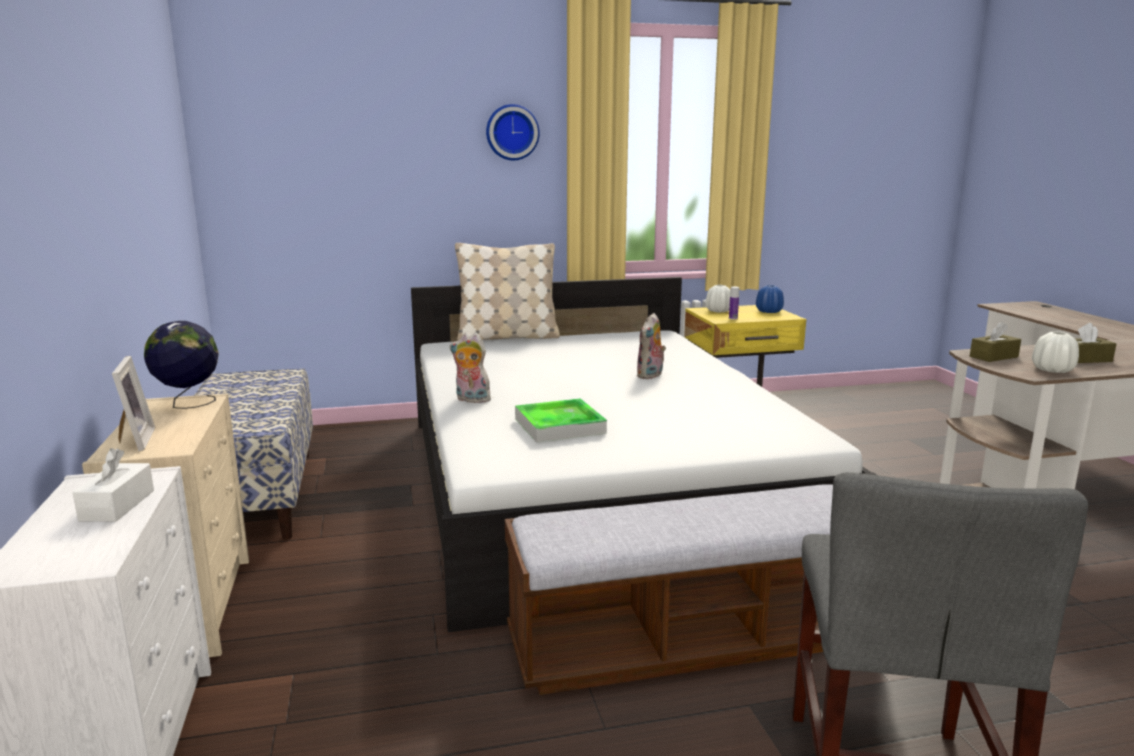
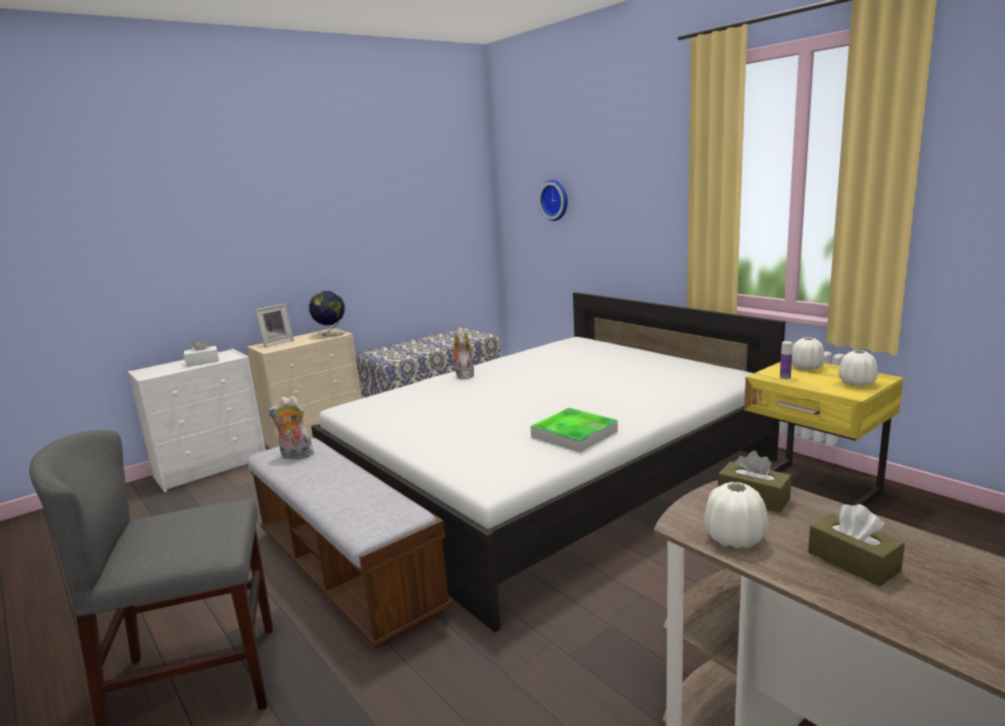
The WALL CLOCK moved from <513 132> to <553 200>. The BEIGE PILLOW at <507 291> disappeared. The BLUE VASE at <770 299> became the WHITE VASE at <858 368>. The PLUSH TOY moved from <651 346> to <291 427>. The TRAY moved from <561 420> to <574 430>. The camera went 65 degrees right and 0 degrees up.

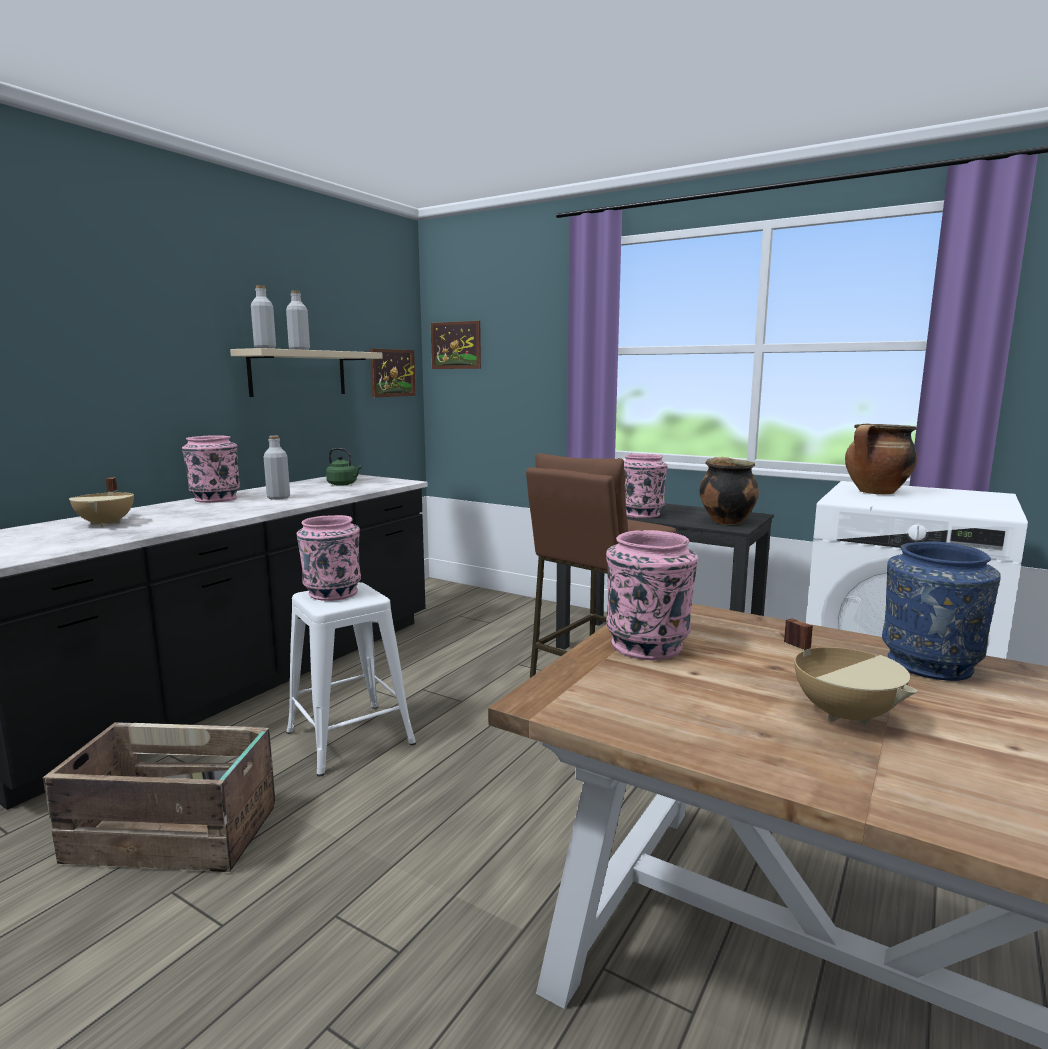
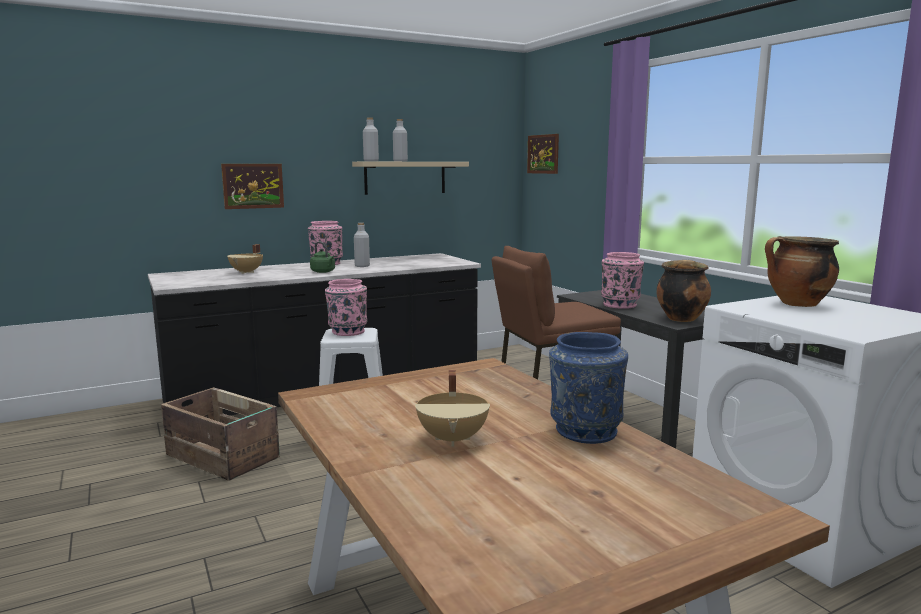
The PICTURE moved from <393 373> to <252 186>. The GREEN KETTLE moved from <344 467> to <322 257>. The PINK VASE at <652 595> disappeared. The camera went 30 degrees right and 0 degrees up.

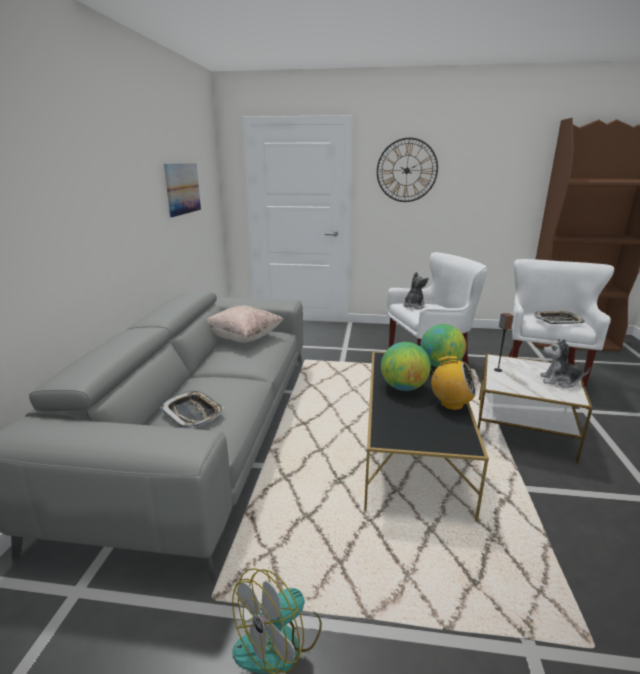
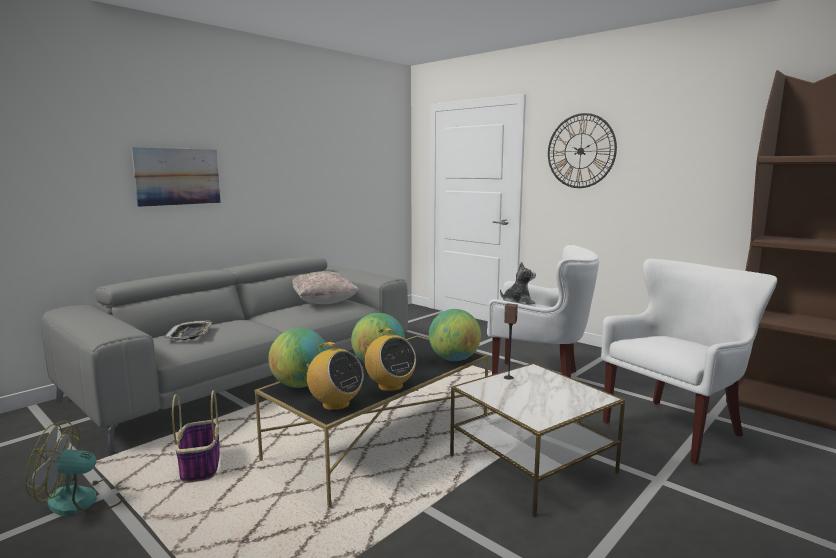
The PICTURE moved from <182 190> to <176 177>. The TRAY at <559 317> disappeared. The PLUSH TOY at <565 363> disappeared. The GLOBE at <298 358> appeared. The RADIO at <333 376> appeared. The BASKET at <196 436> appeared. The camera went 35 degrees right and 10 degrees down.

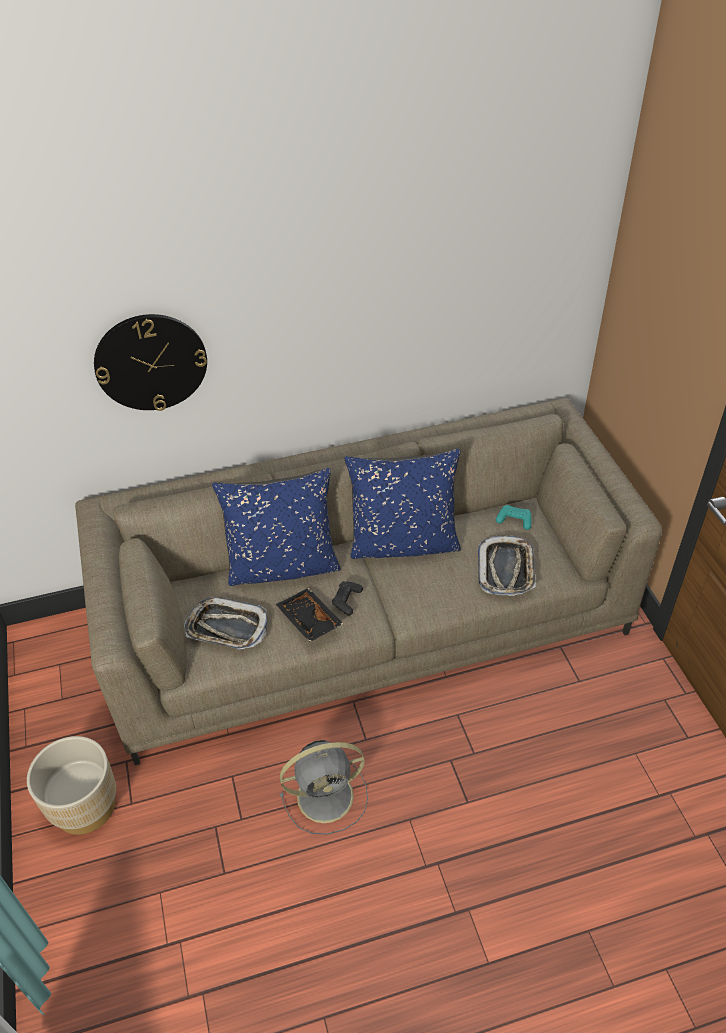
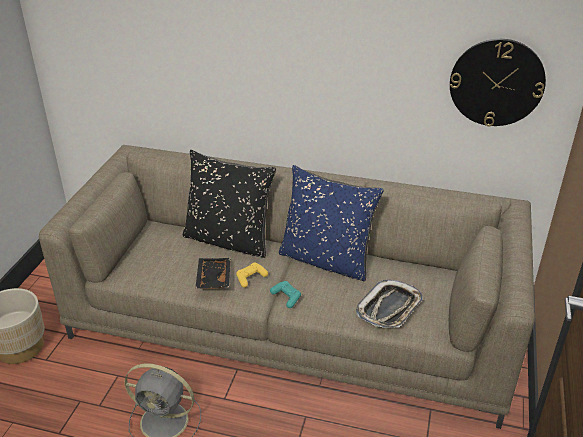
The WALL CLOCK moved from <150 362> to <498 82>. The BLUE PILLOW at <276 527> became the BLACK PILLOW at <229 204>. The TURQUOISE GAME CONTROLLER moved from <514 517> to <285 294>. The BLACK GAME CONTROLLER at <347 598> became the YELLOW GAME CONTROLLER at <252 275>. The TRAY at <225 623> disappeared. The camera went 30 degrees right and 10 degrees down.

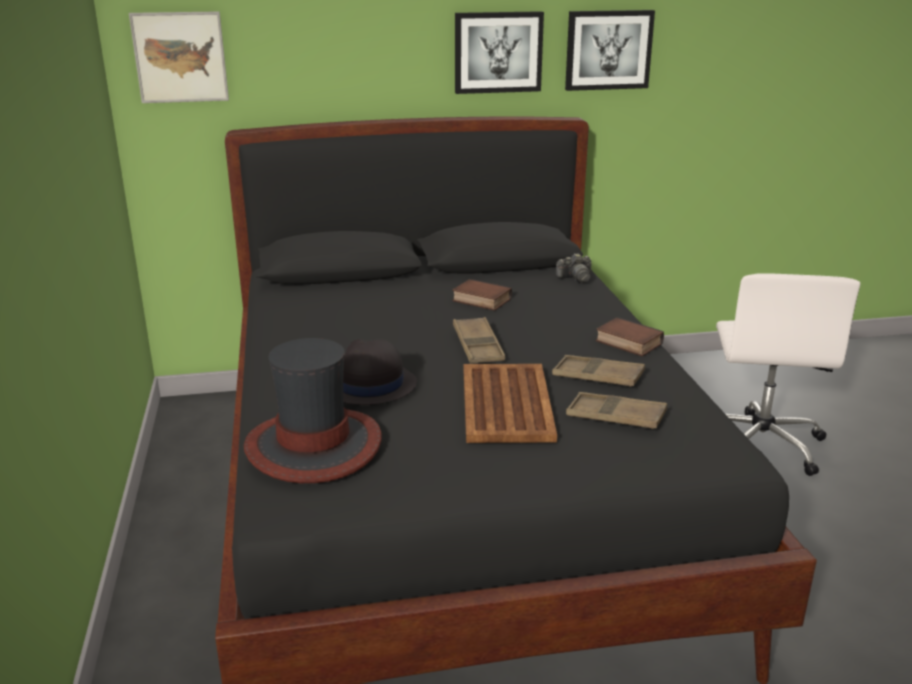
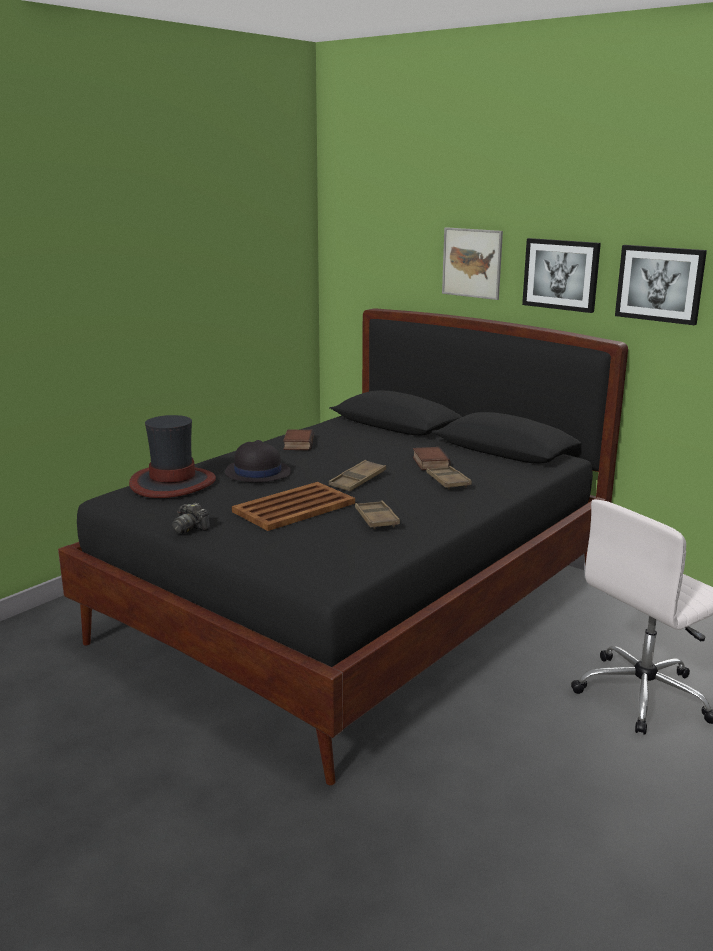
The PICTURE moved from <179 57> to <472 263>. The PHOTO CAMERA moved from <574 268> to <191 518>. The BOOK moved from <630 336> to <298 440>. The BROWN TRAY moved from <616 410> to <449 477>. The camera went 50 degrees right and 5 degrees down.

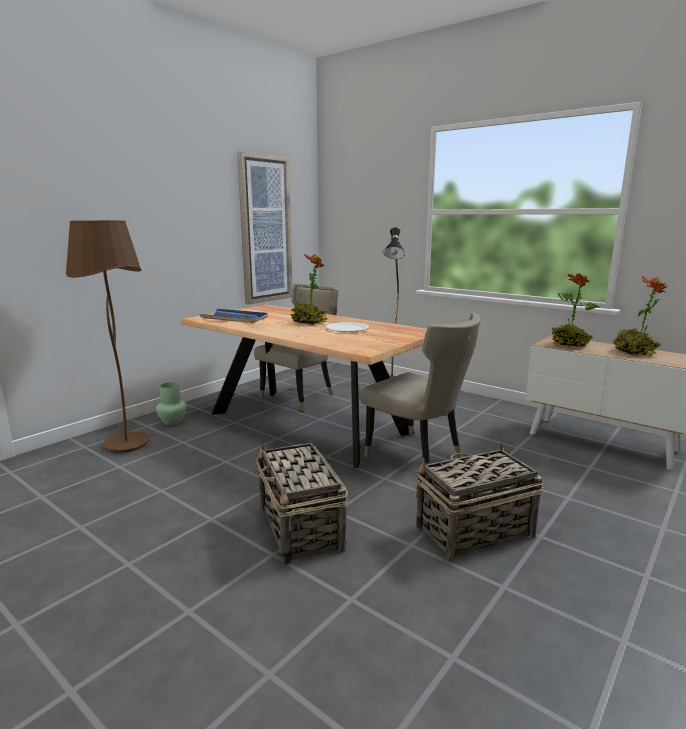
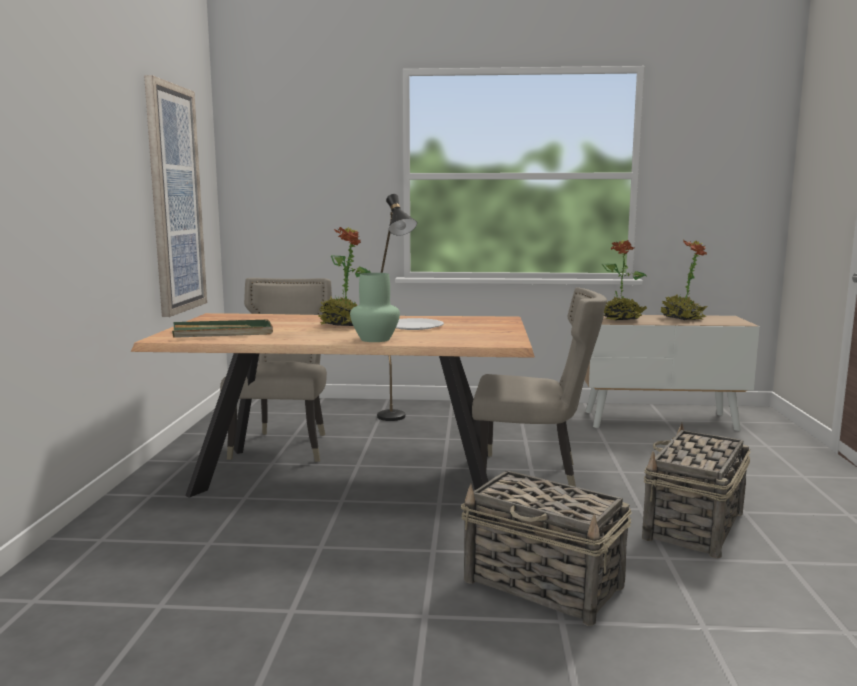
The BROWN FLOOR LAMP at <108 336> disappeared. The BLUE TRAY at <234 316> became the GREEN TRAY at <222 328>. The GREEN VASE moved from <171 403> to <375 307>. The camera went 35 degrees left and 5 degrees down.

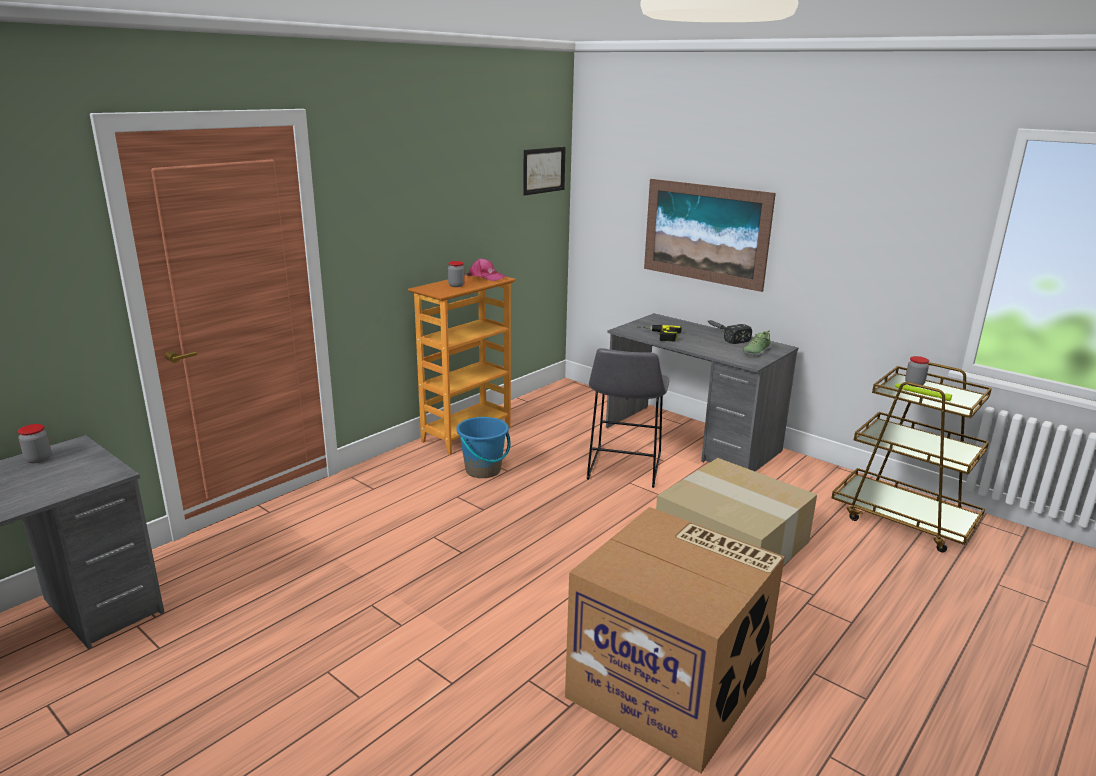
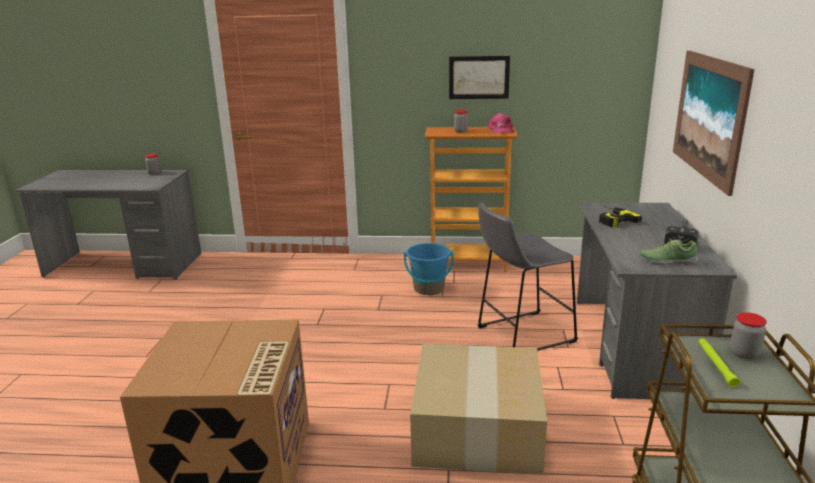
The PICTURE moved from <544 171> to <479 77>. The camera went 55 degrees right and 0 degrees up.

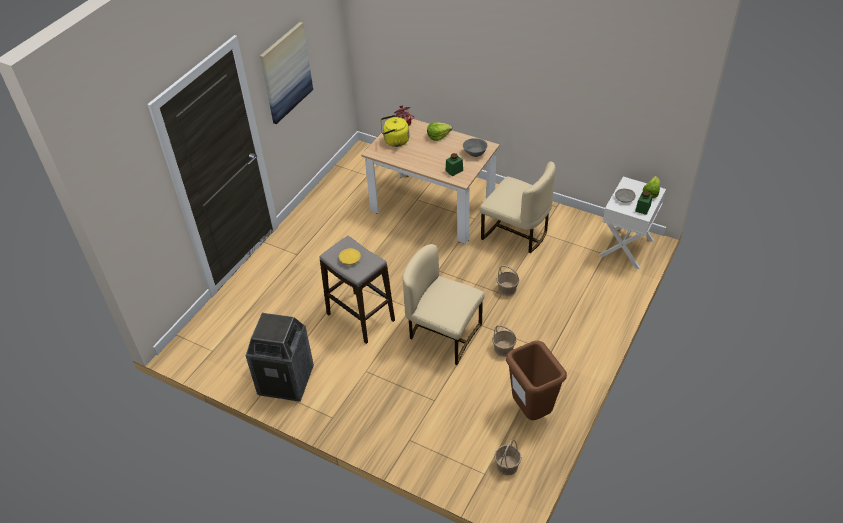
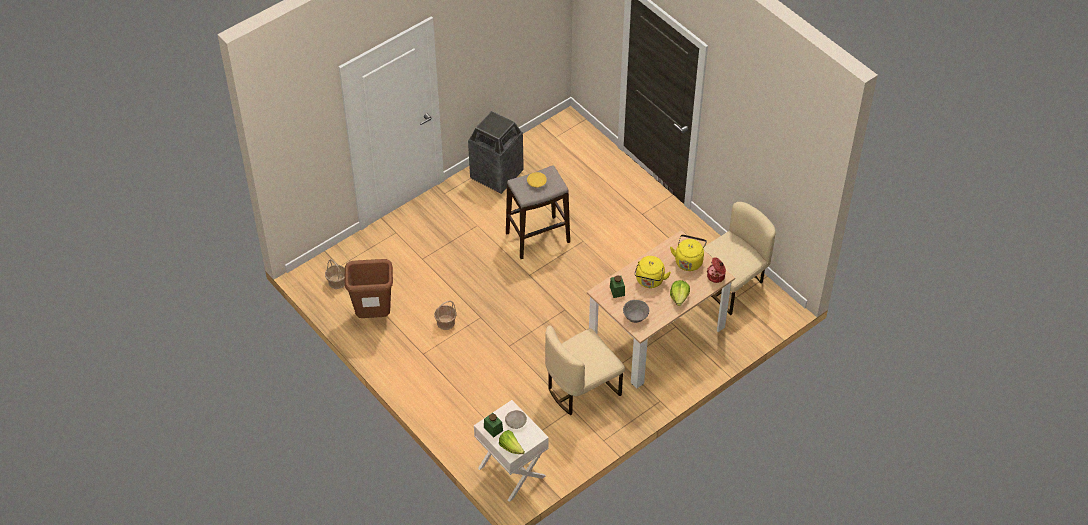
The PICTURE at <286 73> disappeared. The BEIGE CHAIR moved from <443 304> to <739 258>. The BASKET at <508 280> disappeared. The YELLOW KETTLE at <652 272> appeared. The camera went 110 degrees right and 5 degrees up.

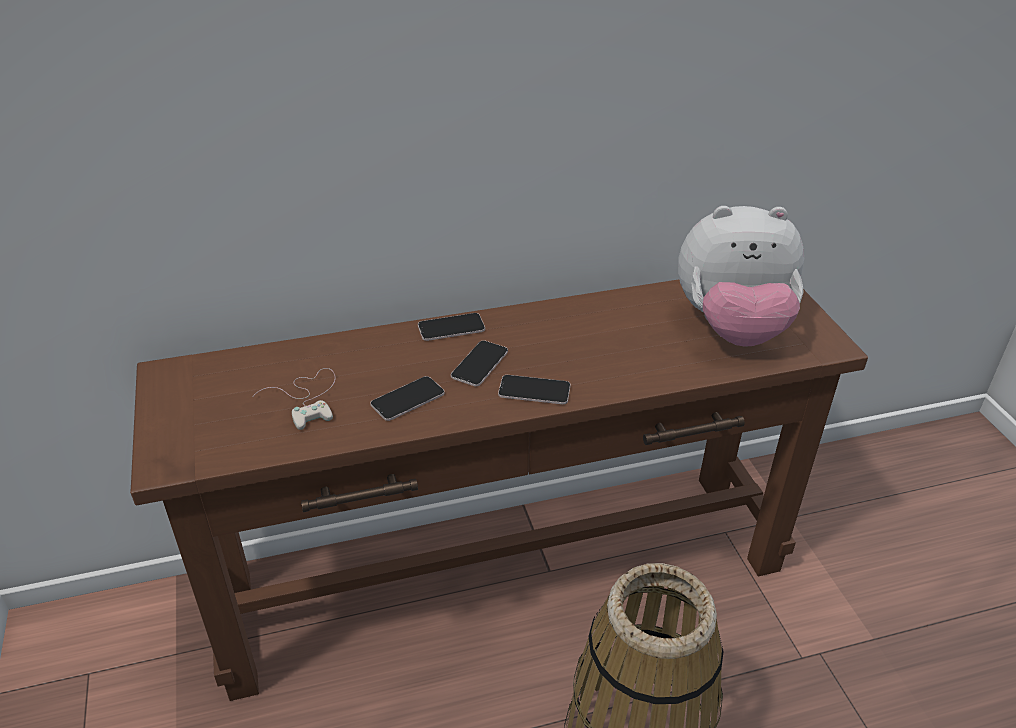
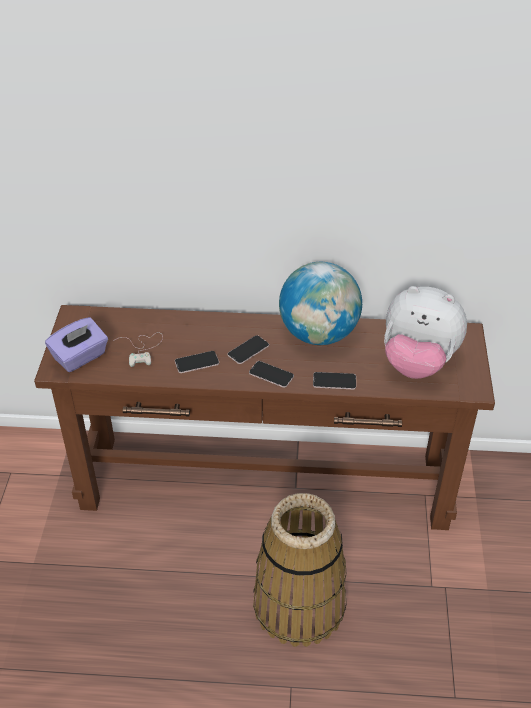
The PHONE moved from <451 327> to <334 380>. The GLOBE at <320 303> appeared. The PURPLE TISSUE BOX at <76 344> appeared. The camera went 20 degrees right and 5 degrees up.

